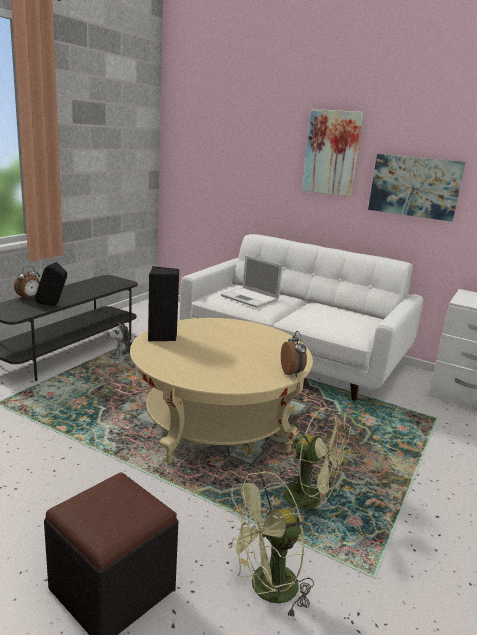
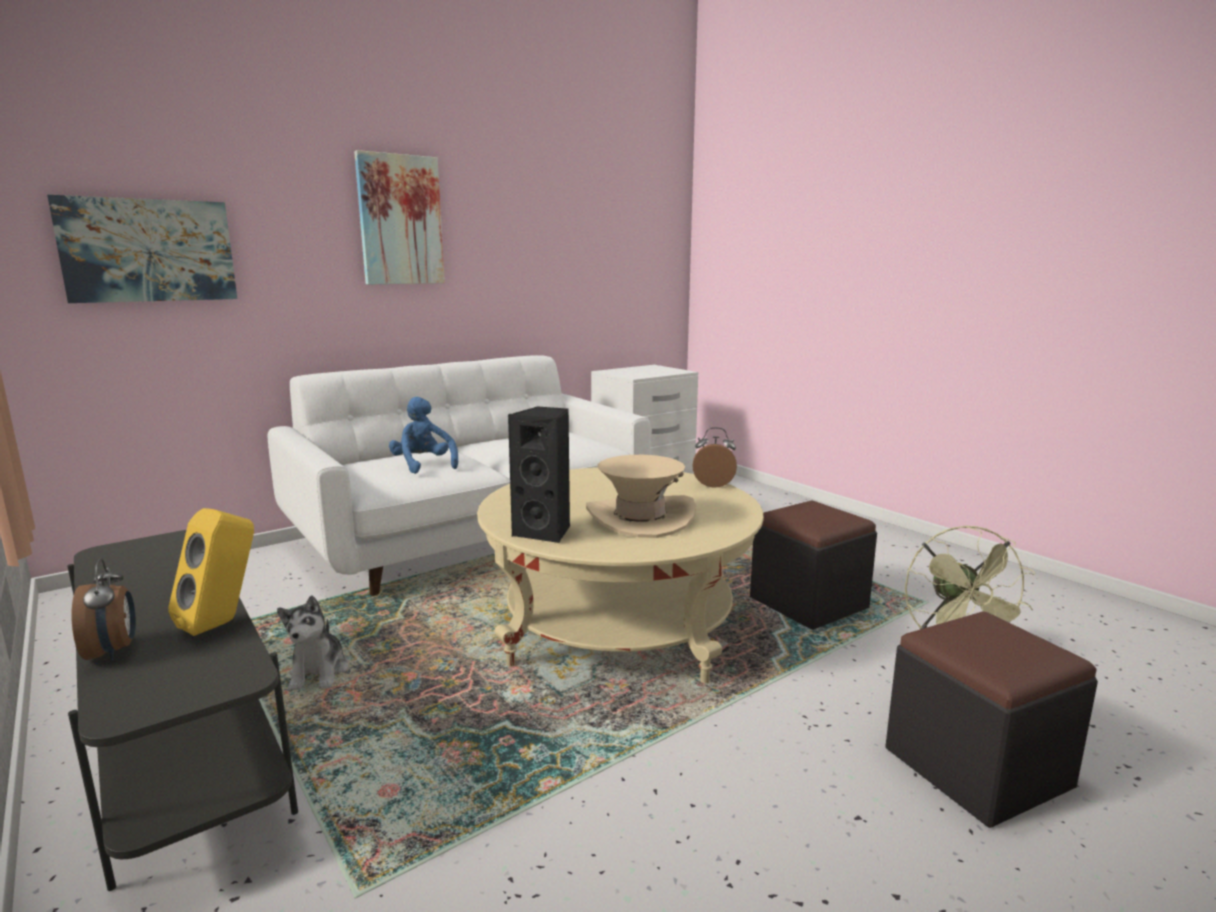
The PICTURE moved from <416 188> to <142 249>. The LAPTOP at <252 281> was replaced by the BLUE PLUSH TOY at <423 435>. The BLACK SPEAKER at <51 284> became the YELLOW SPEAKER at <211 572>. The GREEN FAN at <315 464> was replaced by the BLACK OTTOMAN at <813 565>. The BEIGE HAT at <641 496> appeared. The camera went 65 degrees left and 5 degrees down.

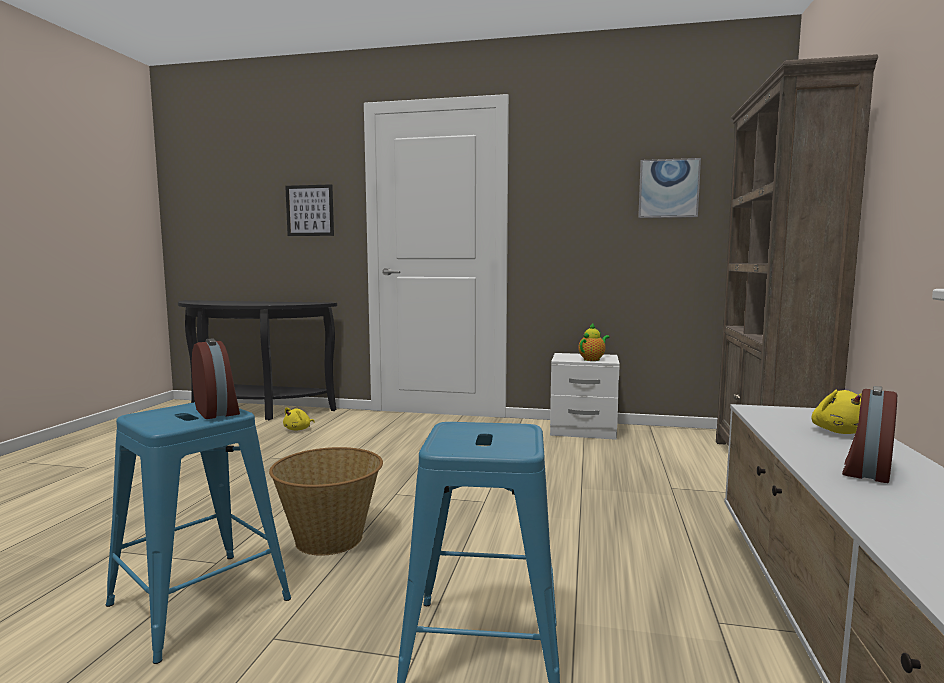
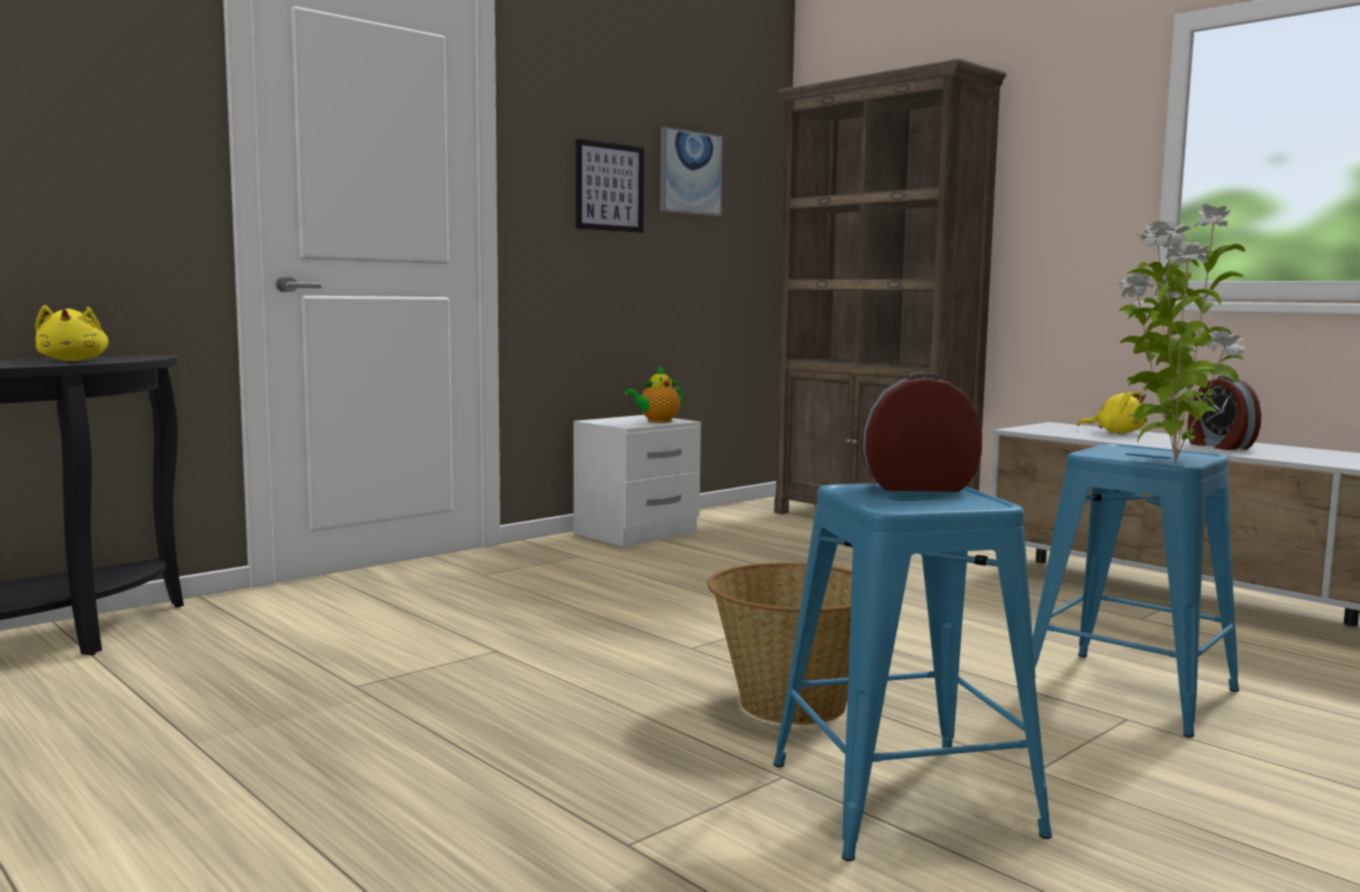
The PICTURE moved from <309 210> to <610 186>. The TEAPOT at <594 342> turned 120 degrees counterclockwise. The YELLOW PLUSH TOY moved from <299 418> to <71 333>. The POTTED PLANT at <1180 332> appeared. The camera went 55 degrees left and 0 degrees up.

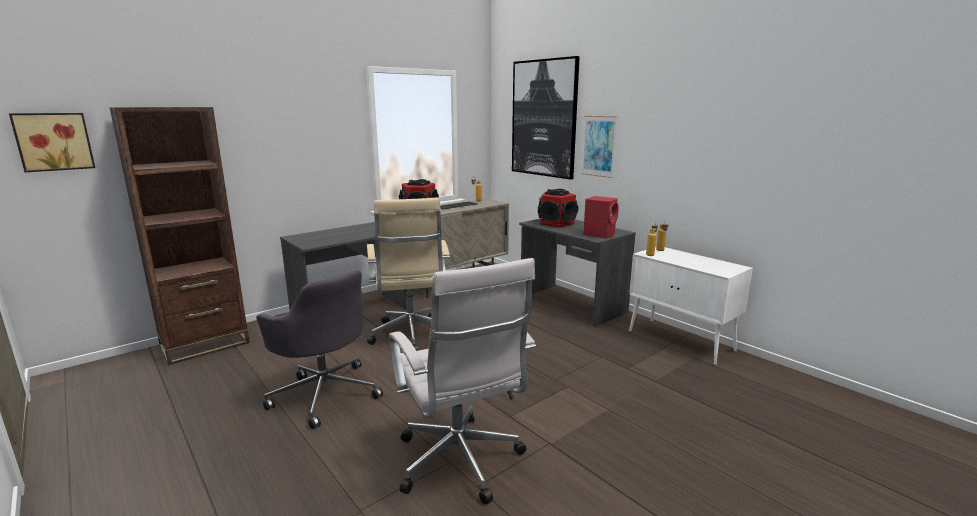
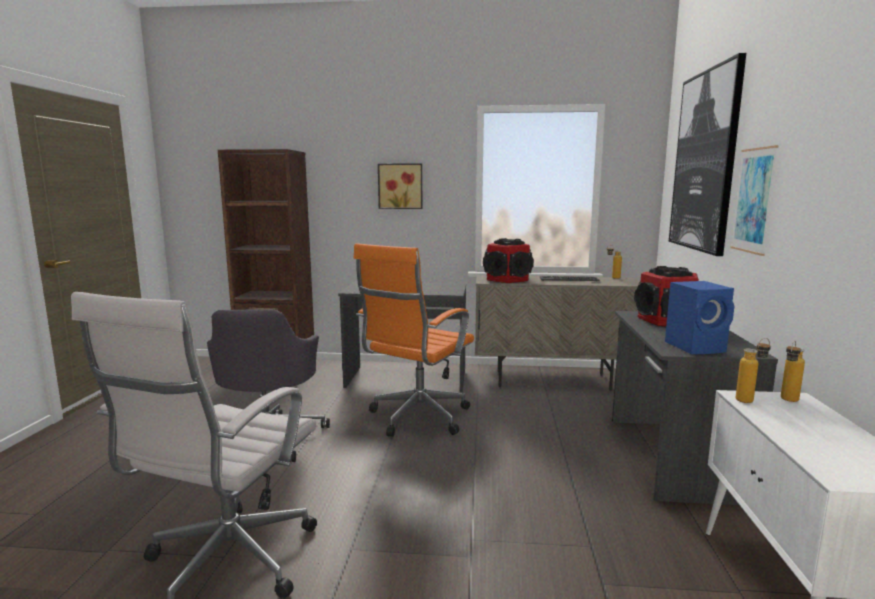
The PICTURE moved from <52 142> to <400 186>. The RED SPEAKER at <601 217> became the BLUE SPEAKER at <699 317>. The BEIGE OFFICE CHAIR at <408 274> became the ORANGE OFFICE CHAIR at <414 340>. The camera went 45 degrees right and 5 degrees down.

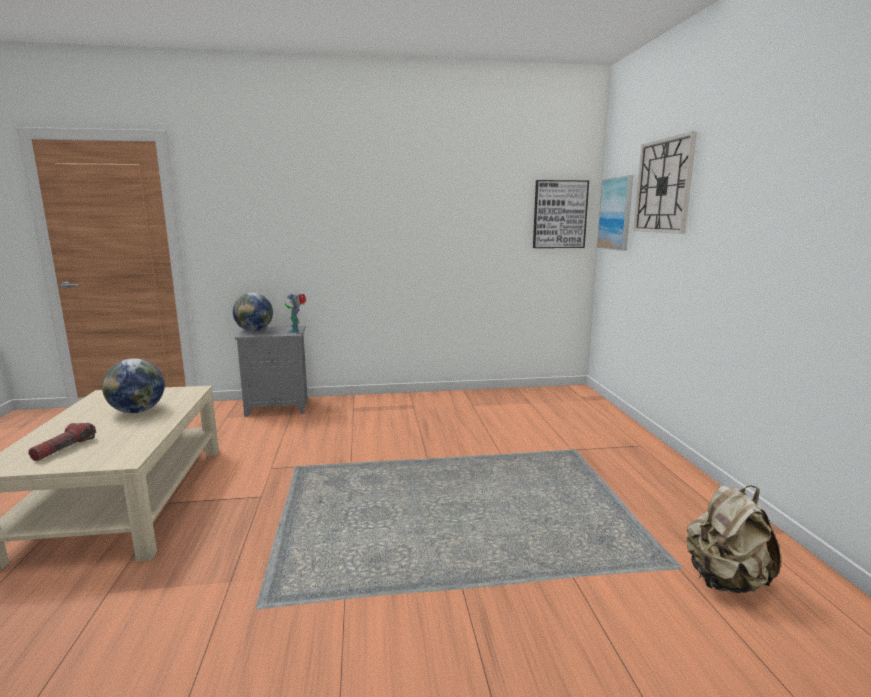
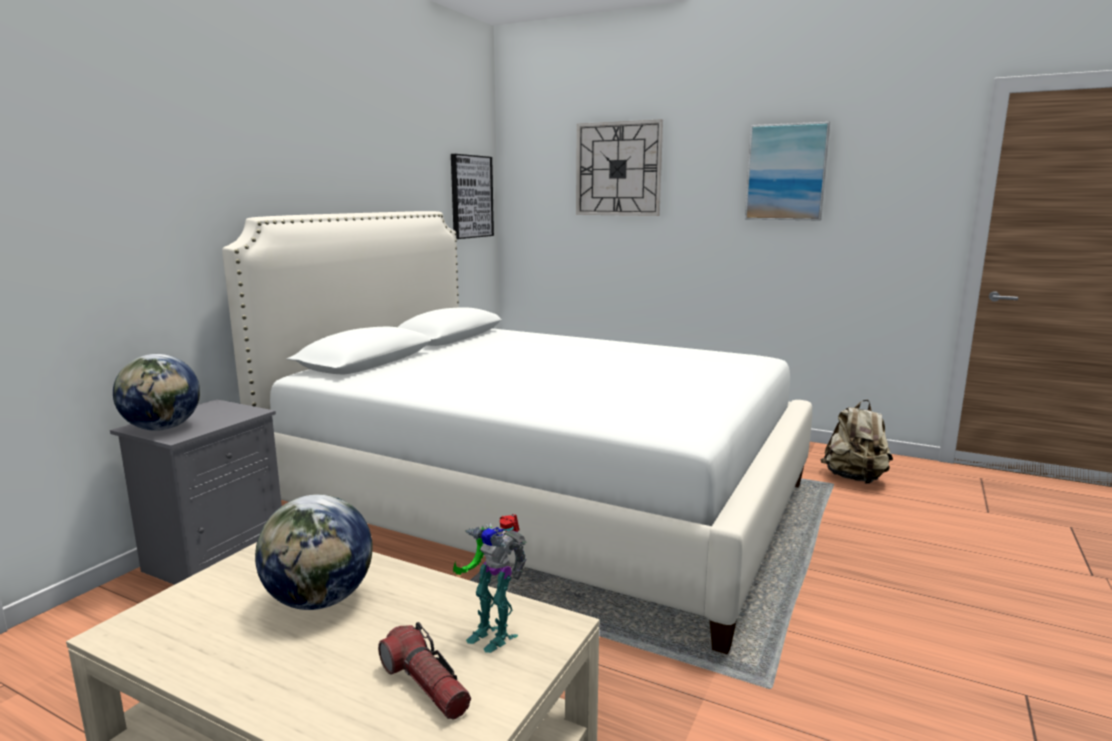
The PICTURE moved from <615 213> to <787 171>. The TOY ROBOT moved from <295 313> to <490 583>. The WHITE BED at <517 433> appeared. The camera went 55 degrees left and 0 degrees up.

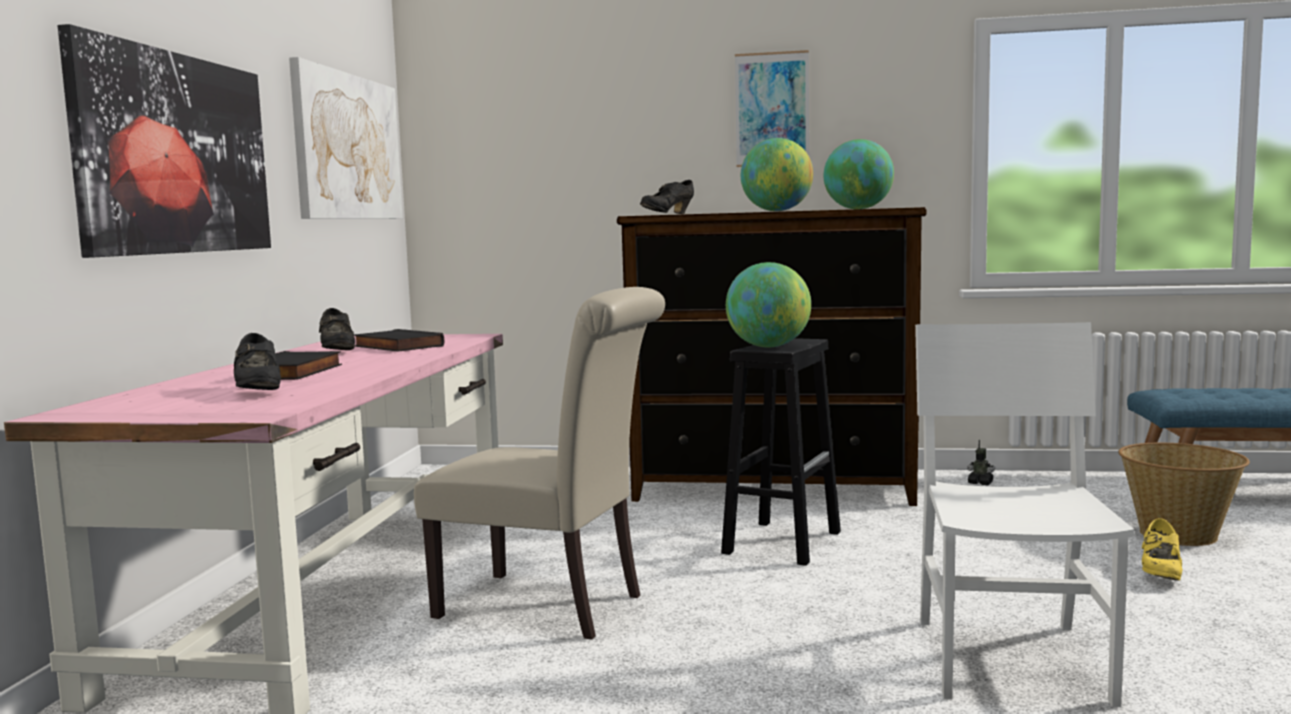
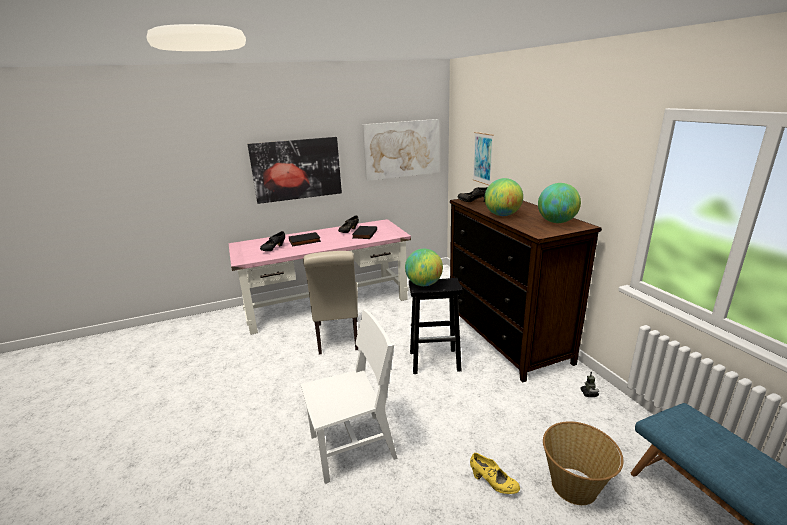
The PICTURE moved from <772 108> to <483 158>. The YELLOW SHOE at <1162 549> turned 135 degrees counterclockwise. The camera went 60 degrees right and 15 degrees up.

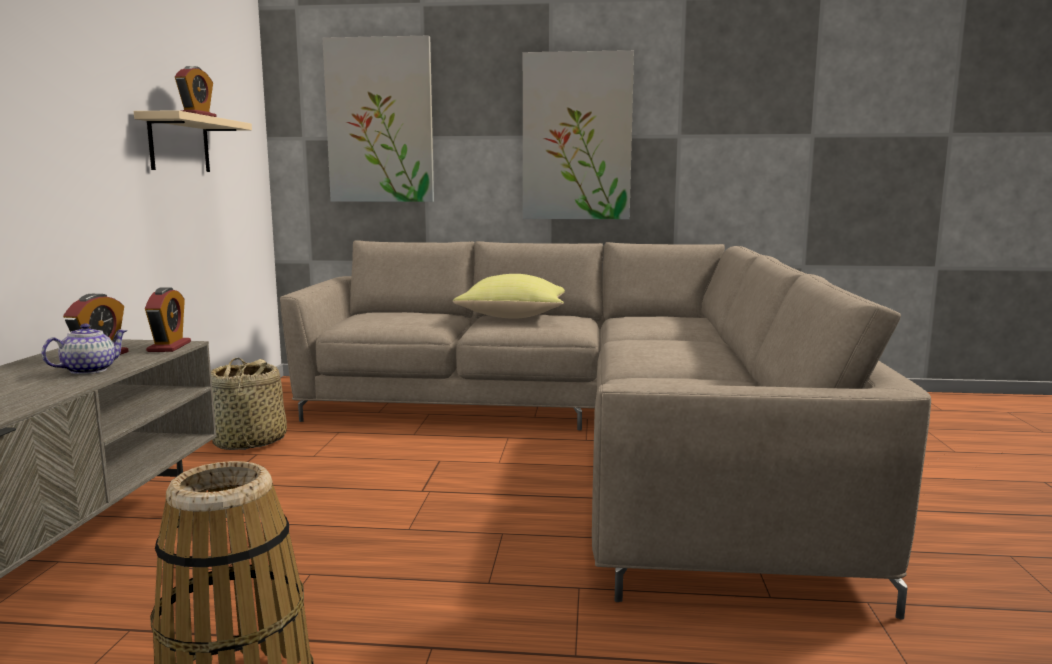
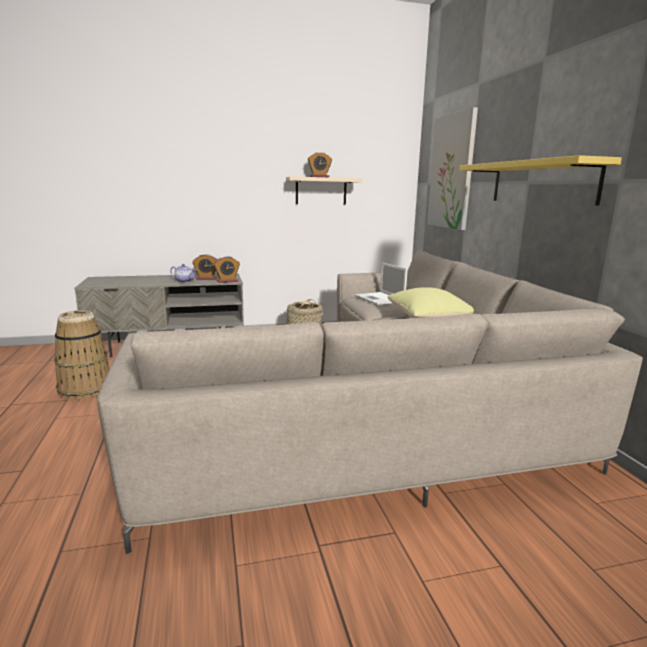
The PICTURE at <578 134> was replaced by the YELLOW SHELF at <540 180>. The LAPTOP at <381 283> appeared. The camera went 70 degrees right and 5 degrees up.

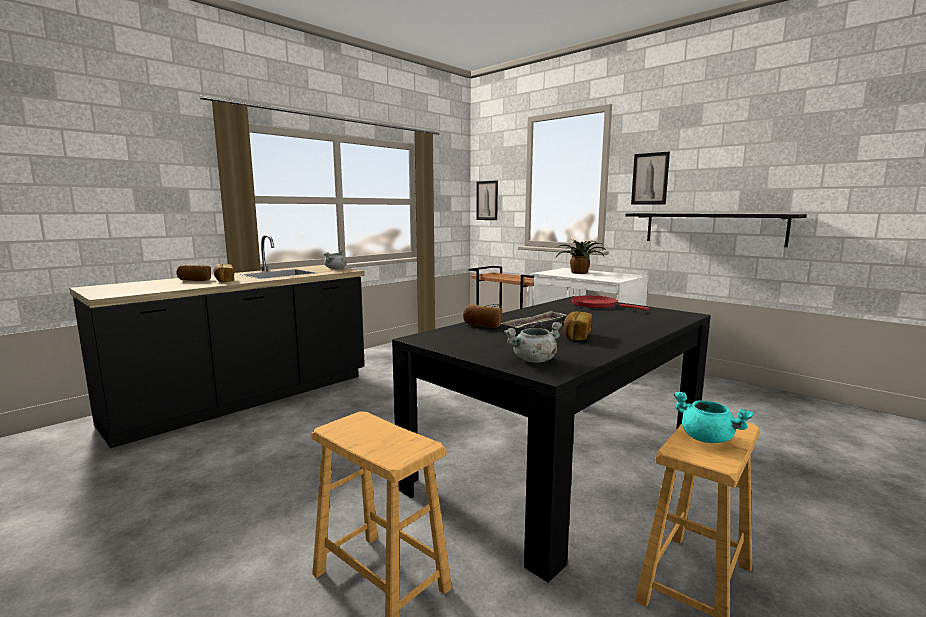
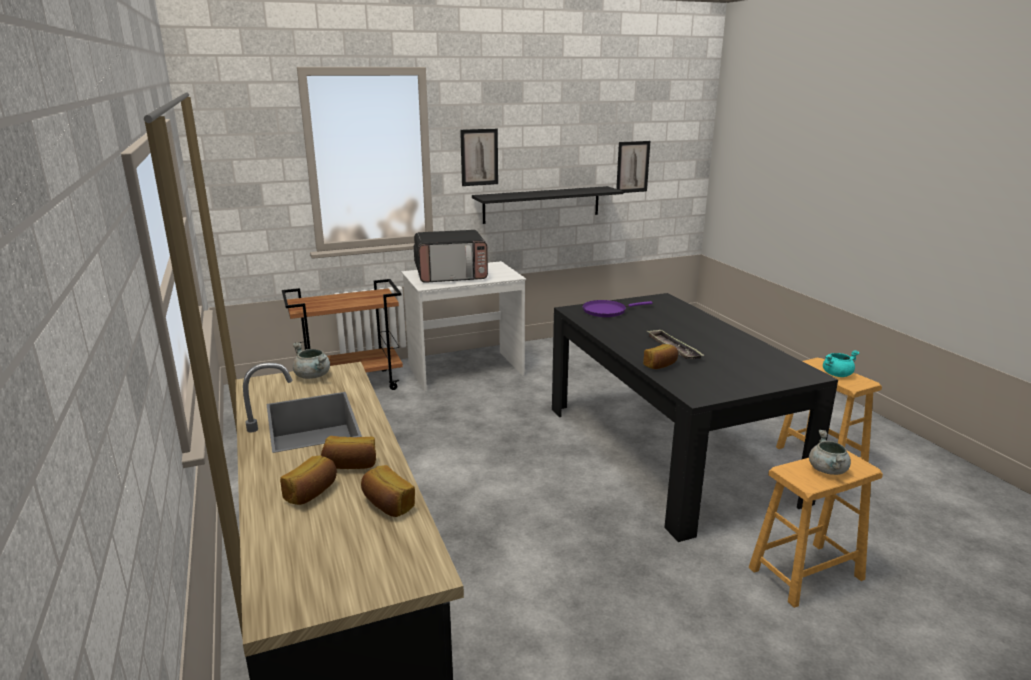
The PICTURE moved from <487 200> to <633 167>. The POTTED PLANT at <581 256> was replaced by the MICROWAVE at <451 256>. The RED FRYING PAN at <610 302> became the PURPLE FRYING PAN at <617 308>. The BREAD moved from <577 325> to <388 491>. The GREY COOKING POT moved from <533 342> to <830 452>. The camera went 65 degrees left and 10 degrees up.

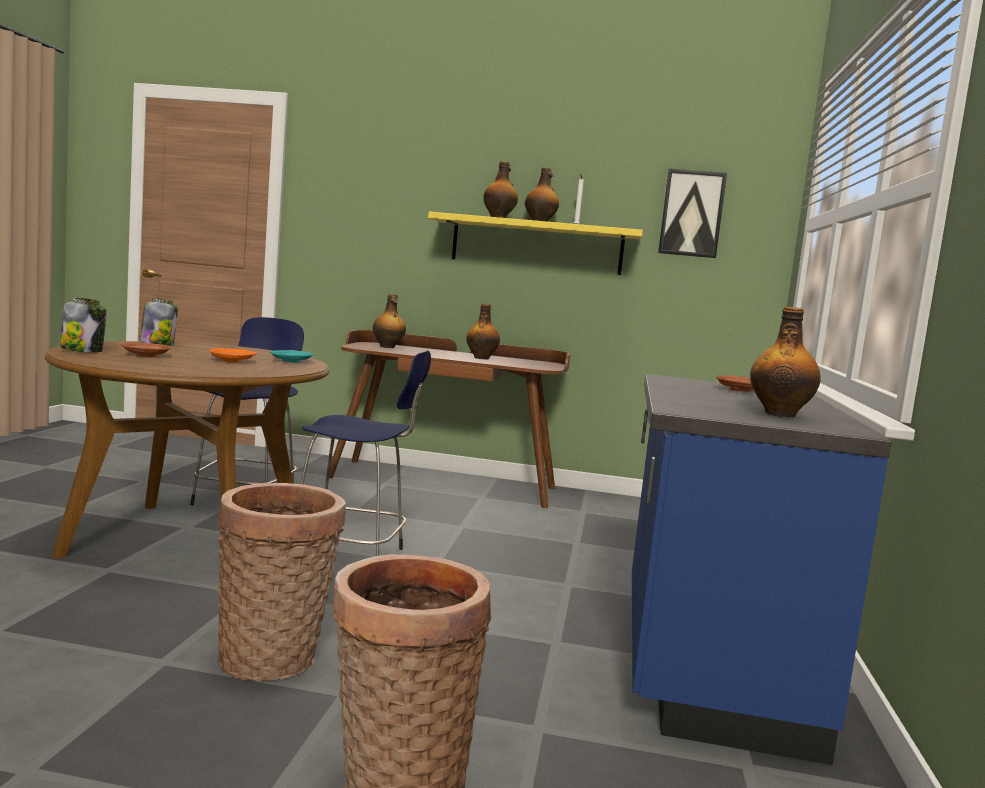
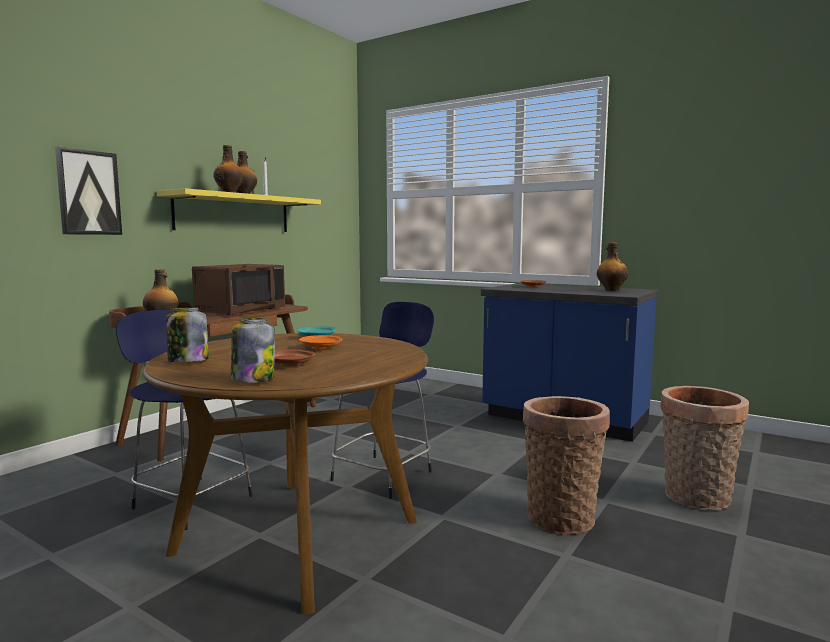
The PICTURE moved from <692 213> to <88 190>. The BOTTLE at <483 331> was replaced by the BROWN MICROWAVE at <238 289>. The camera went 65 degrees left and 0 degrees up.

